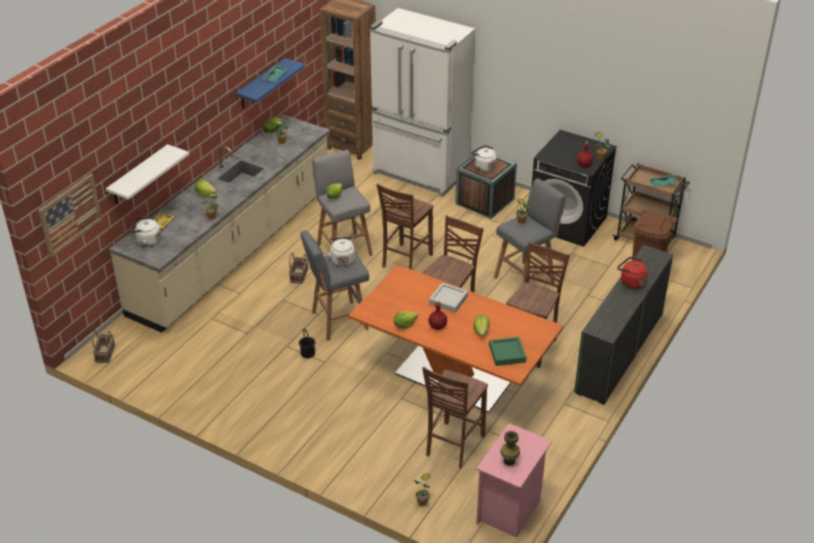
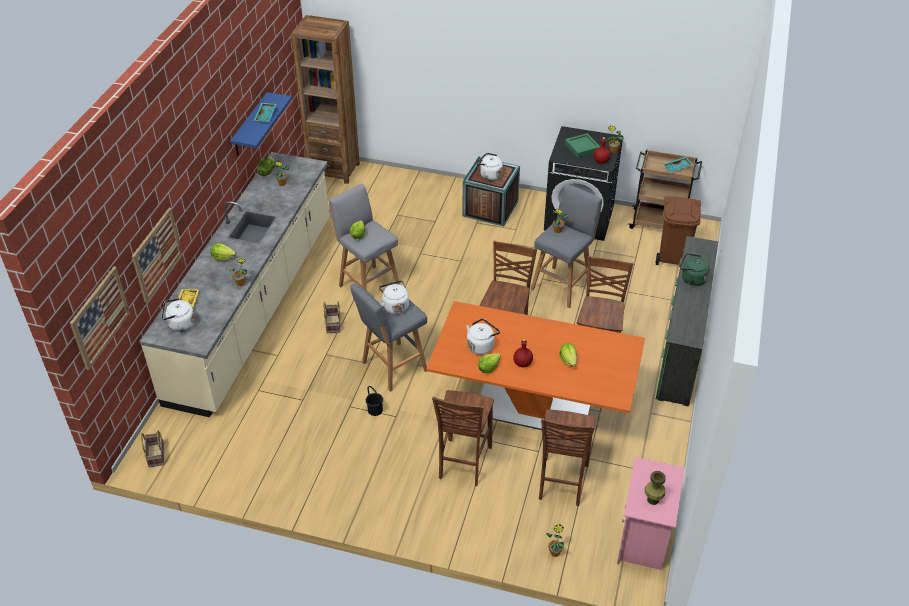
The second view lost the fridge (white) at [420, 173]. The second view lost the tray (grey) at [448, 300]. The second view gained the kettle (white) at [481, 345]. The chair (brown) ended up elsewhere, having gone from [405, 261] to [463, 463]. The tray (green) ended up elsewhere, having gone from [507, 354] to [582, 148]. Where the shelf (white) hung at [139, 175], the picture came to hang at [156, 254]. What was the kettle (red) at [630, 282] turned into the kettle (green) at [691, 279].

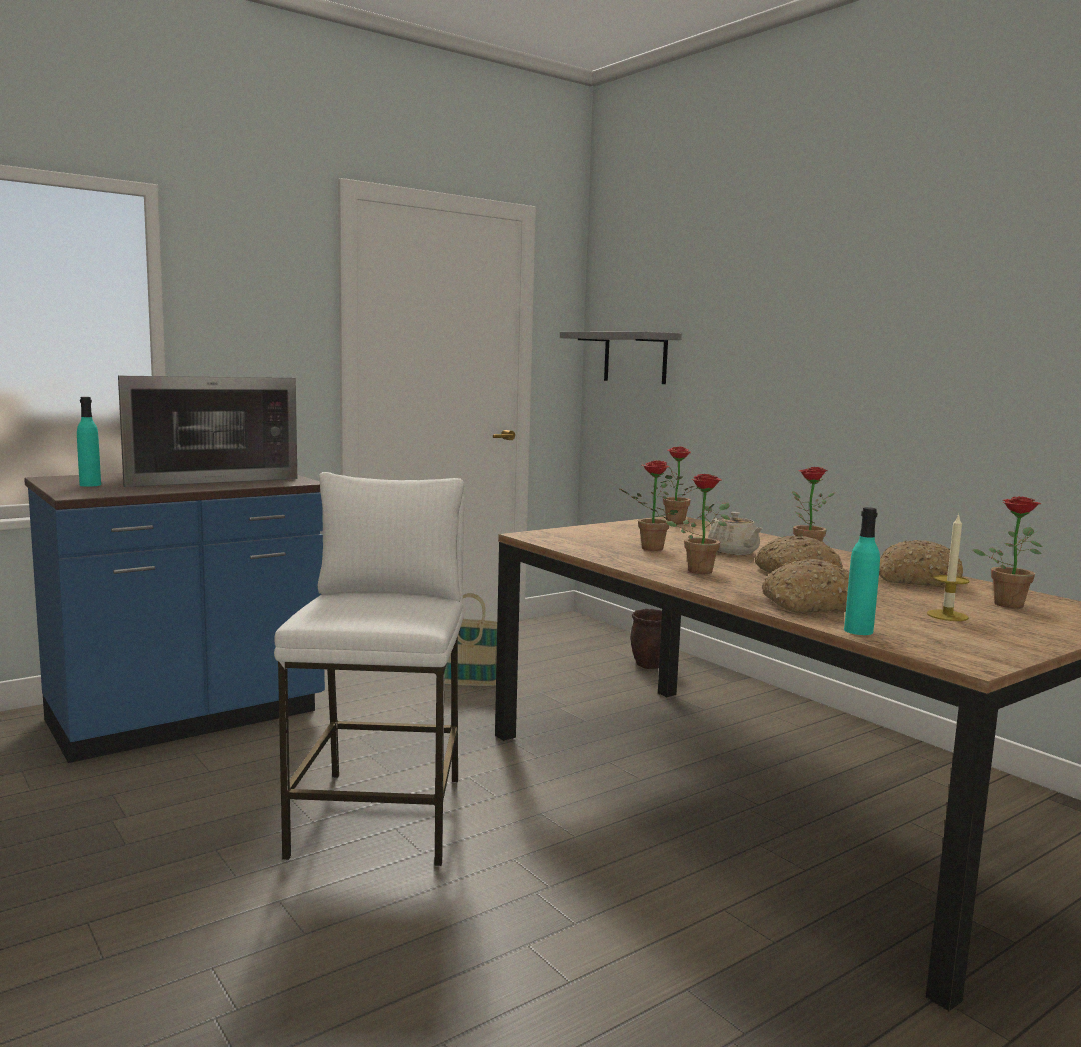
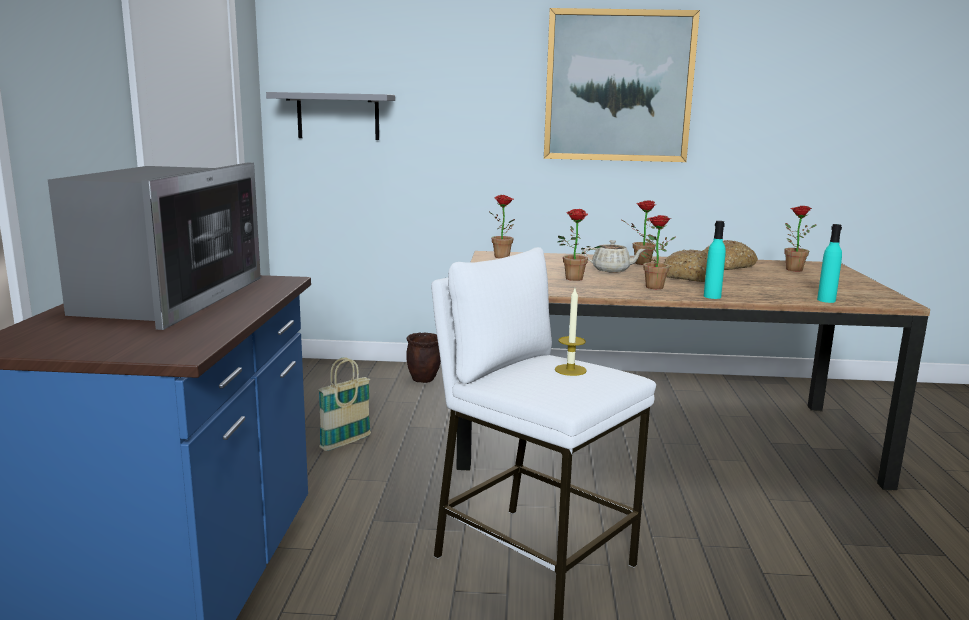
The second view lost the bread at [810, 604]. The second view gained the picture at [618, 86]. The bottle (turquoise) ended up elsewhere, having gone from [90, 485] to [712, 296]. The candle ended up elsewhere, having gone from [947, 615] to [570, 370].

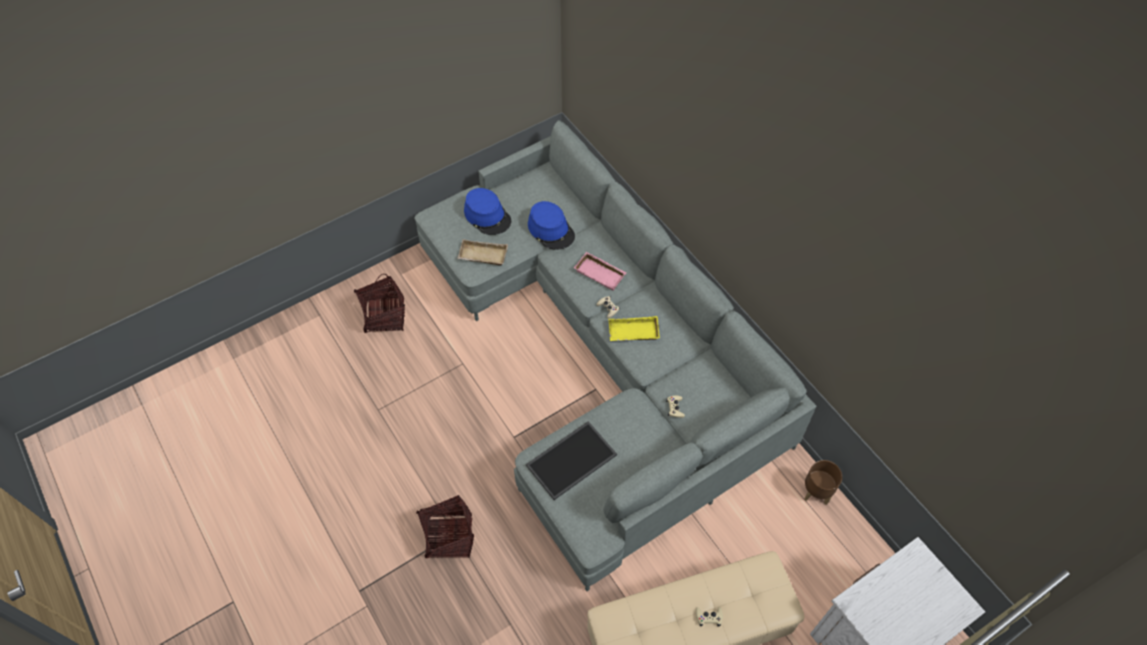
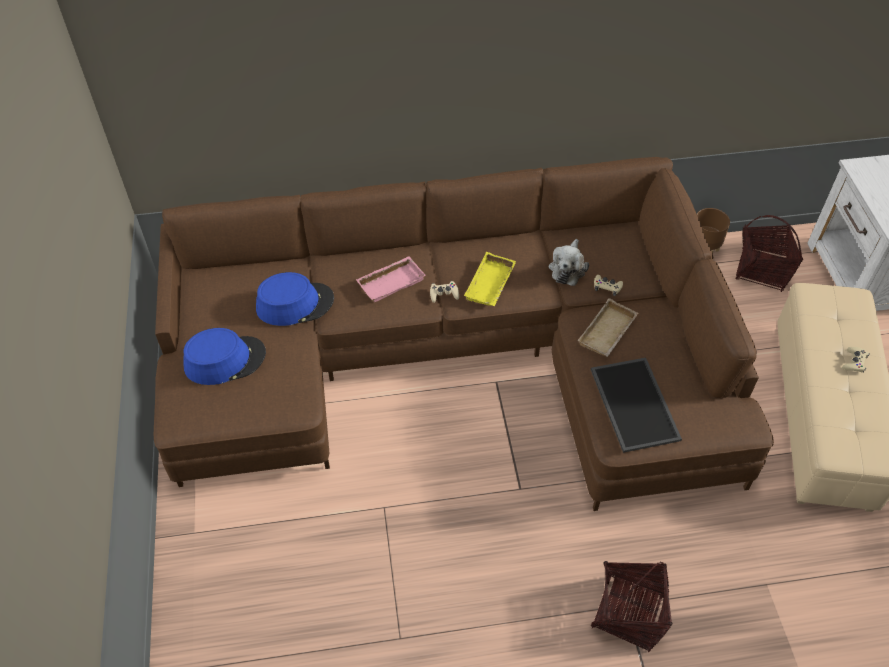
The second view gained the plush toy at [567, 268]. The basket ended up elsewhere, having gone from [384, 316] to [762, 270]. The tray (beige) ended up elsewhere, having gone from [482, 256] to [608, 333]. What was the sofa (grey) at [603, 356] turned into the sofa (brown) at [457, 357].

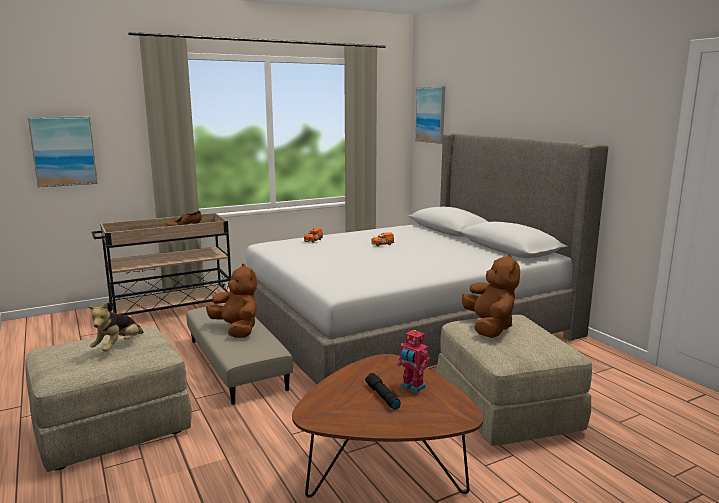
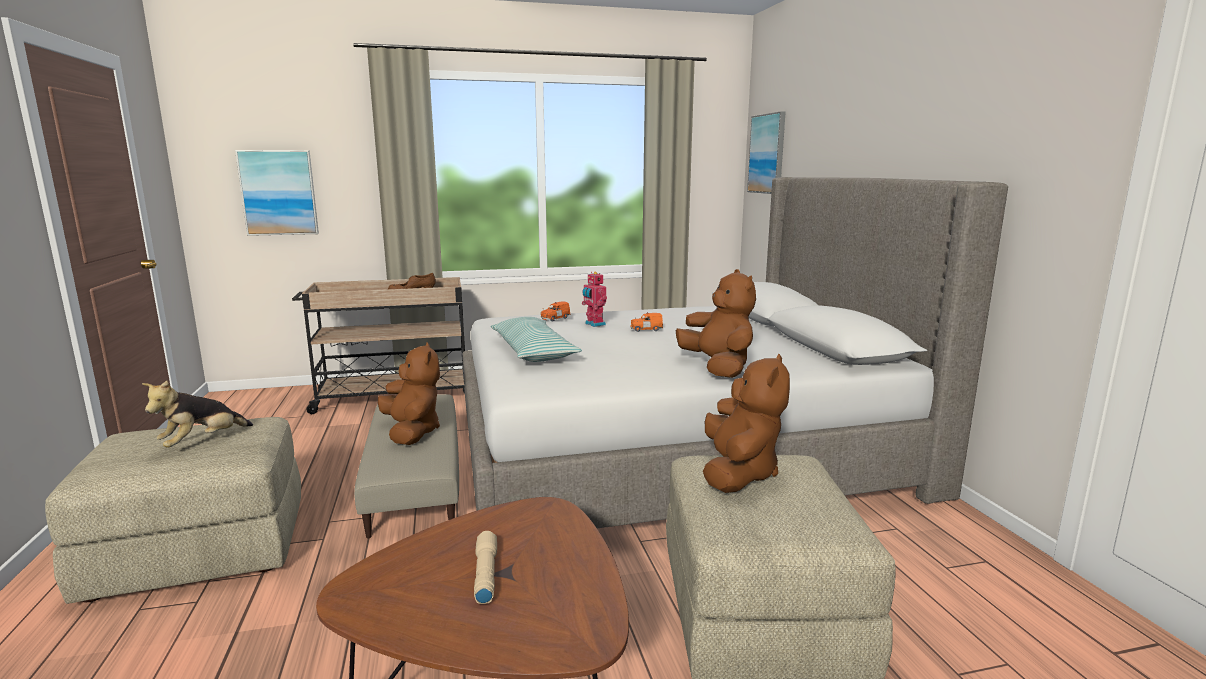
The second view gained the pillow at [533, 352]. The second view gained the plush toy (brown) at [718, 368]. The toy robot ended up elsewhere, having gone from [412, 387] to [594, 324]. What was the flashlight (black) at [382, 396] turned into the flashlight (beige) at [485, 574].

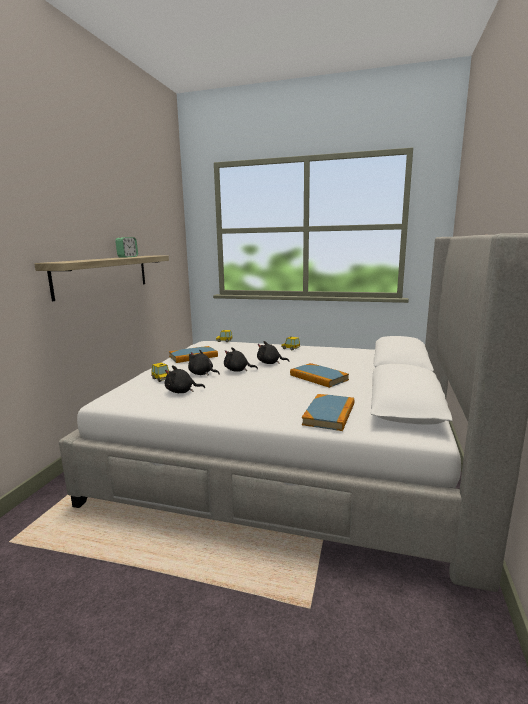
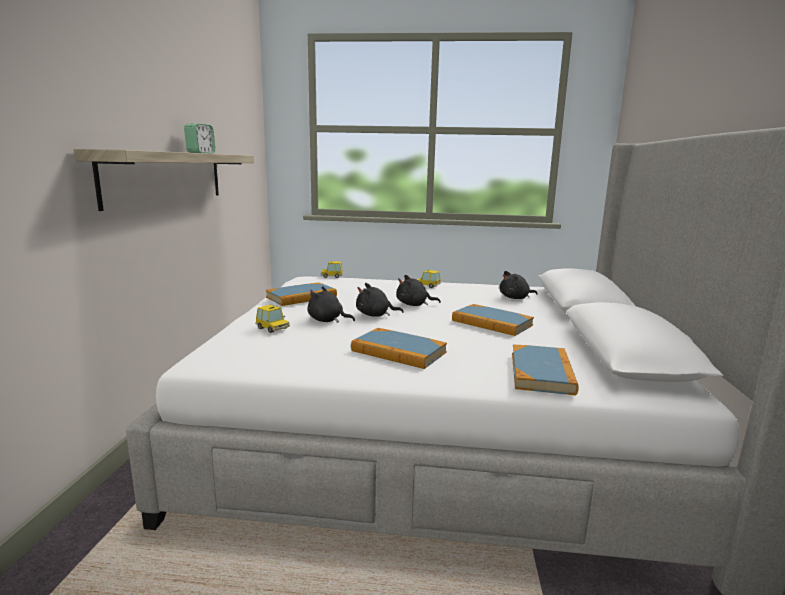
The second view gained the book at [398, 352]. The plush toy (black) ended up elsewhere, having gone from [182, 391] to [515, 298].

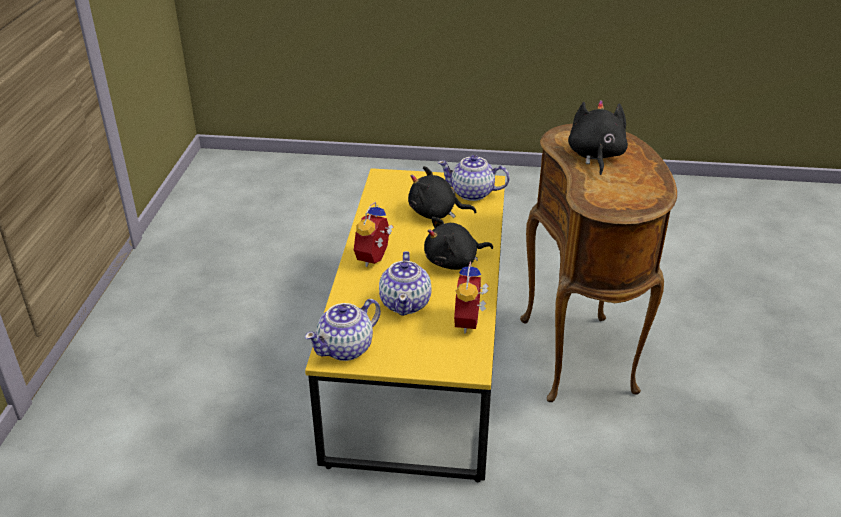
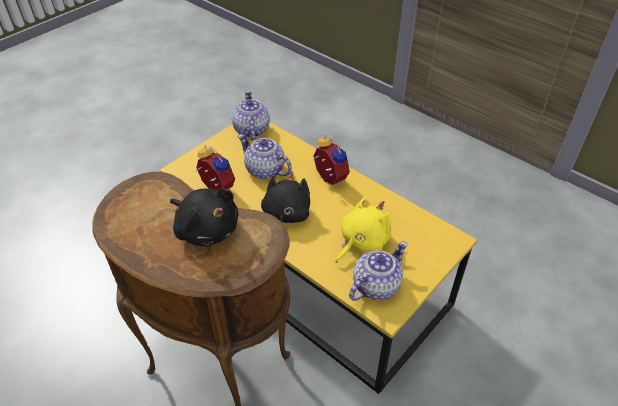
What was the plush toy (black) at [436, 213] turned into the plush toy (yellow) at [362, 242].

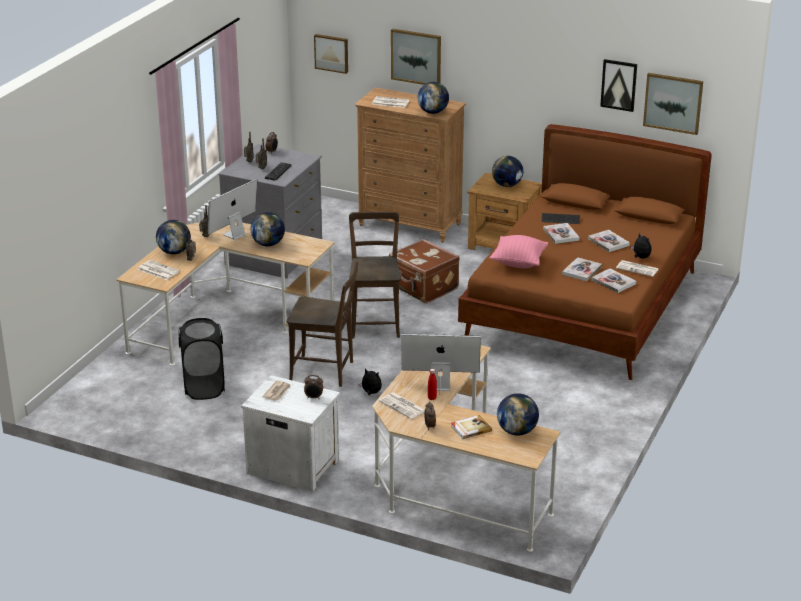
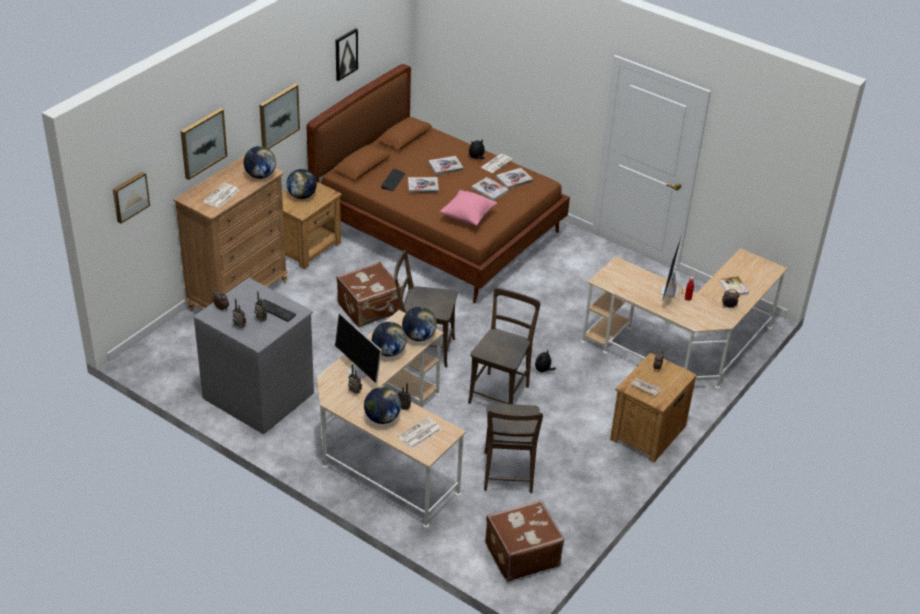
The second view lost the newspaper at [403, 406]. The second view gained the suitcase (brown) at [521, 554]. The globe ended up elsewhere, having gone from [517, 431] to [418, 337]. The picture ended up elsewhere, having gone from [673, 103] to [278, 116]. Where the laundry basket (black) stood at [204, 388], the chair (brown) came to stand at [508, 475]. What was the nightstand (white) at [292, 466] turned into the nightstand (brown) at [646, 433].

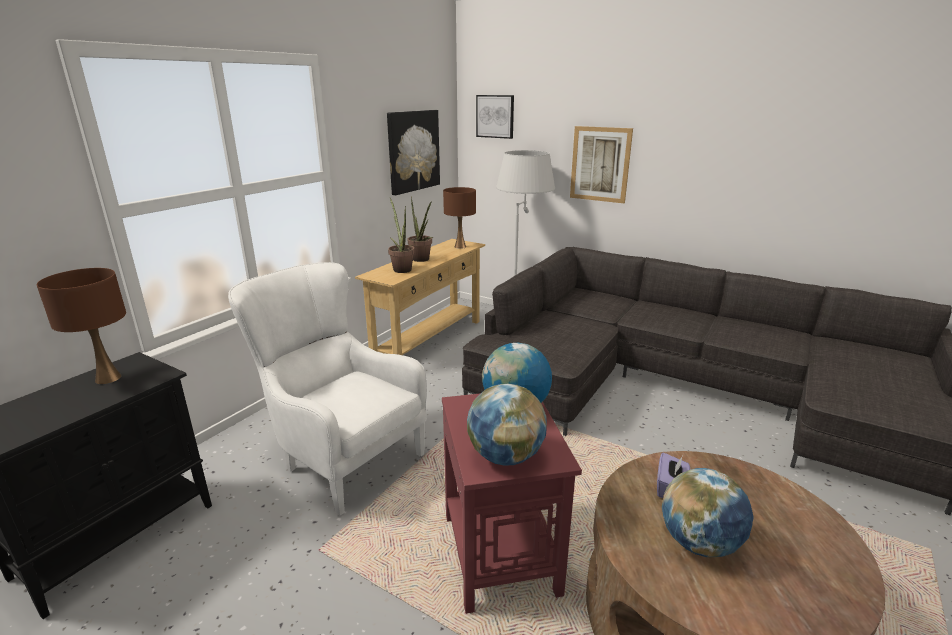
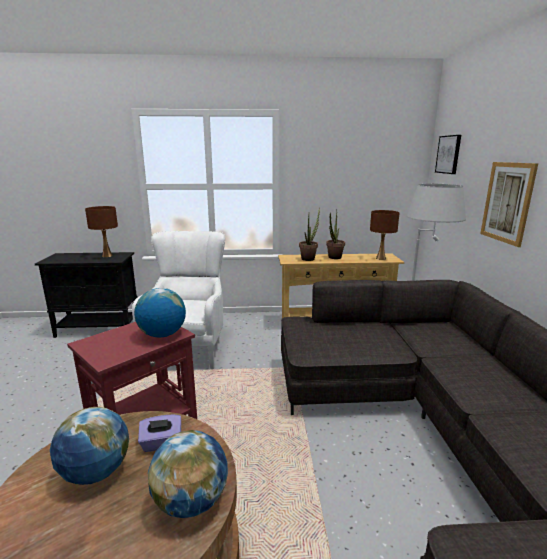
The second view lost the picture at [413, 151]. The globe ended up elsewhere, having gone from [505, 456] to [191, 501].

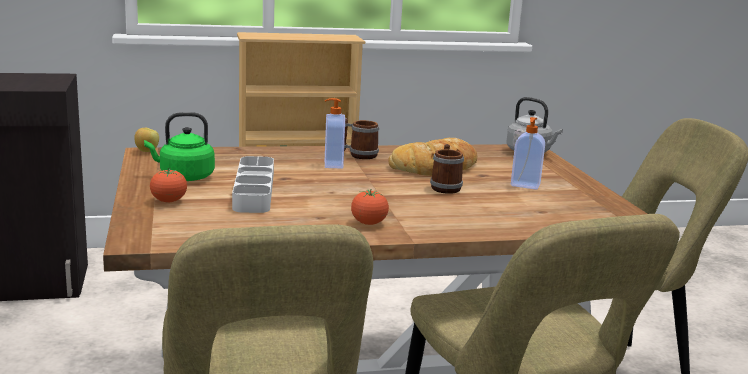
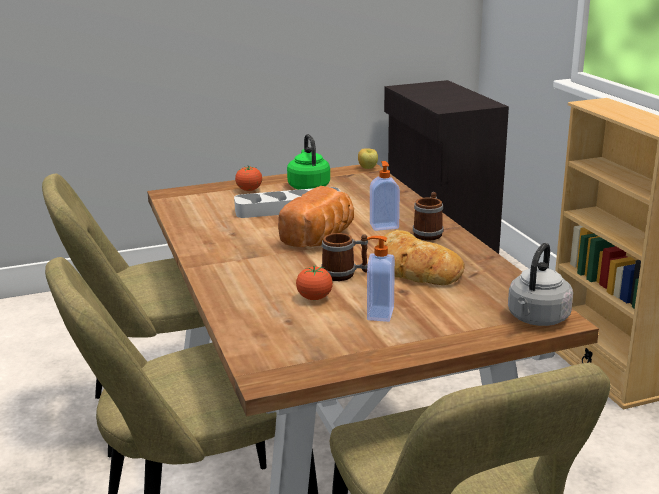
The second view gained the bread at [321, 238]. The tomato ended up elsewhere, having gone from [369, 223] to [314, 298].

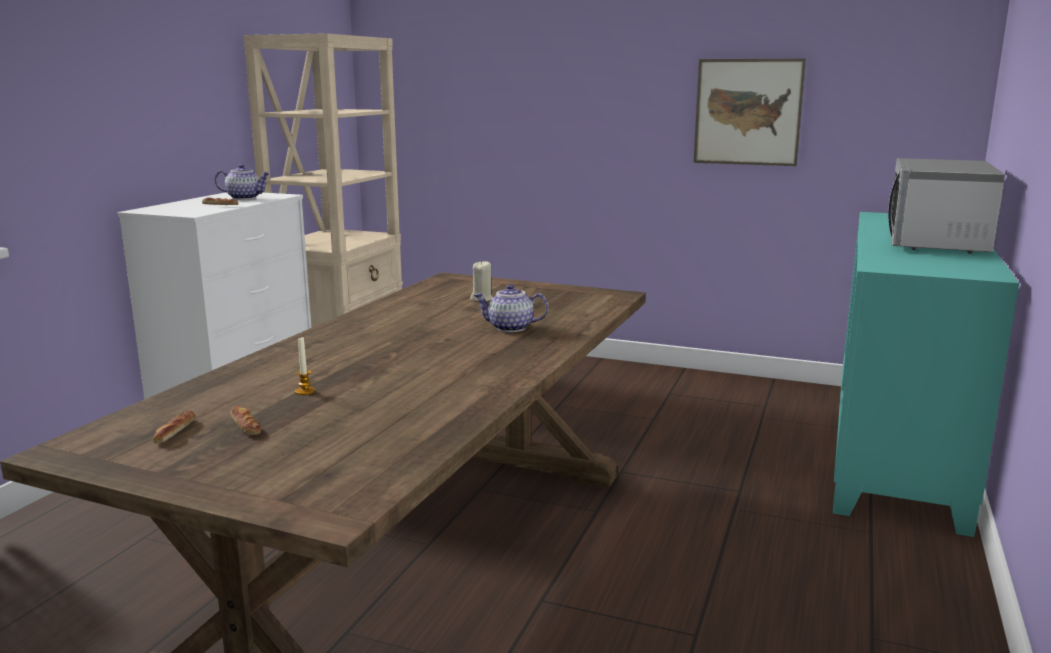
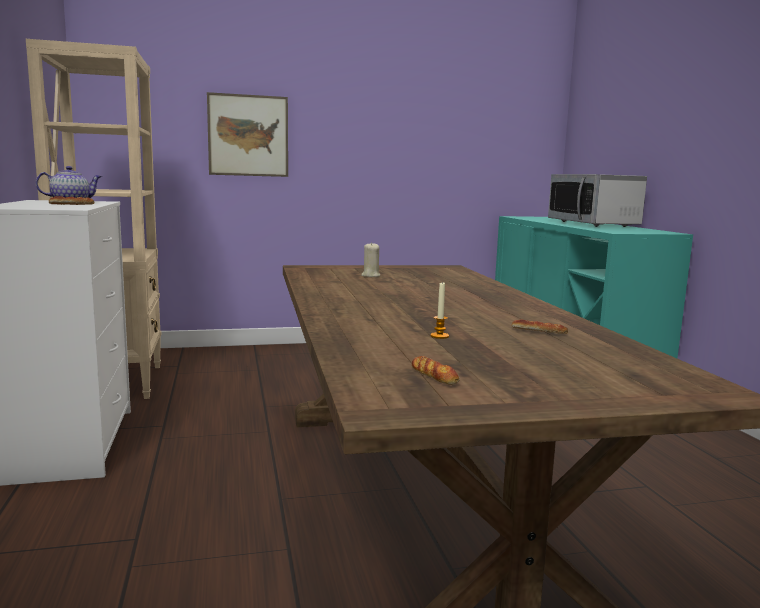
The second view lost the teapot at [510, 328]. The bread ended up elsewhere, having gone from [245, 426] to [538, 332]. The picture ended up elsewhere, having gone from [748, 112] to [248, 135].

